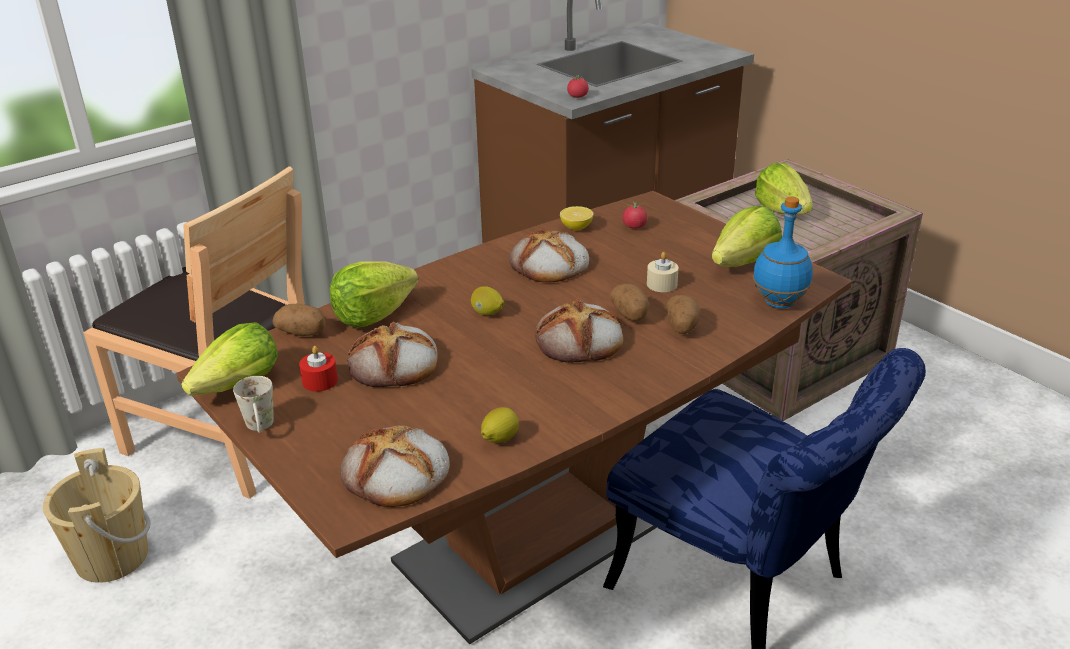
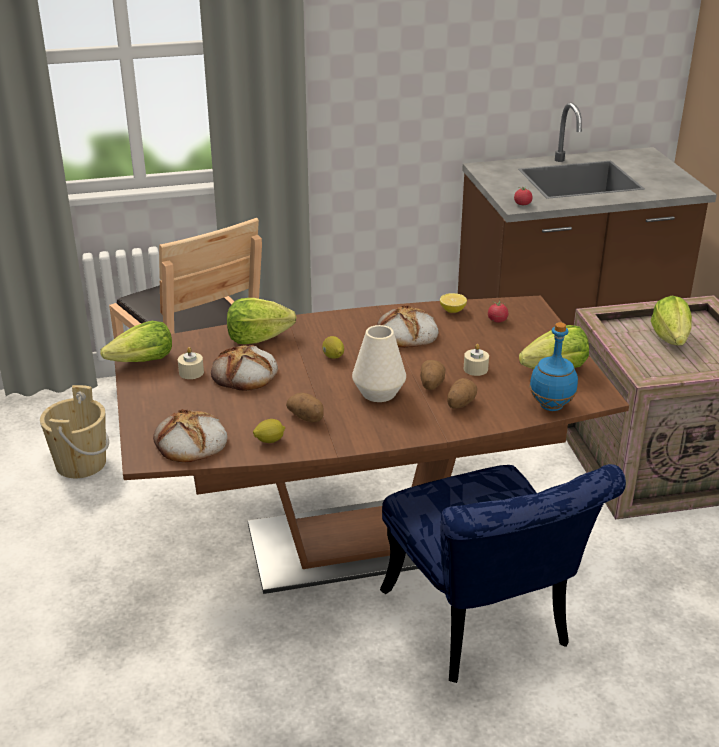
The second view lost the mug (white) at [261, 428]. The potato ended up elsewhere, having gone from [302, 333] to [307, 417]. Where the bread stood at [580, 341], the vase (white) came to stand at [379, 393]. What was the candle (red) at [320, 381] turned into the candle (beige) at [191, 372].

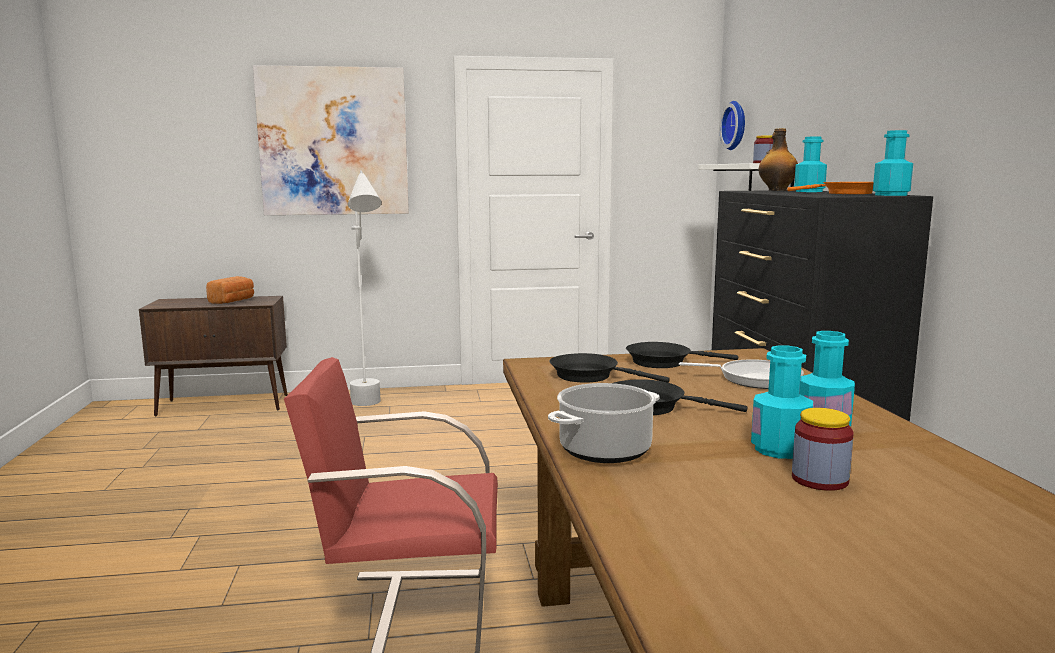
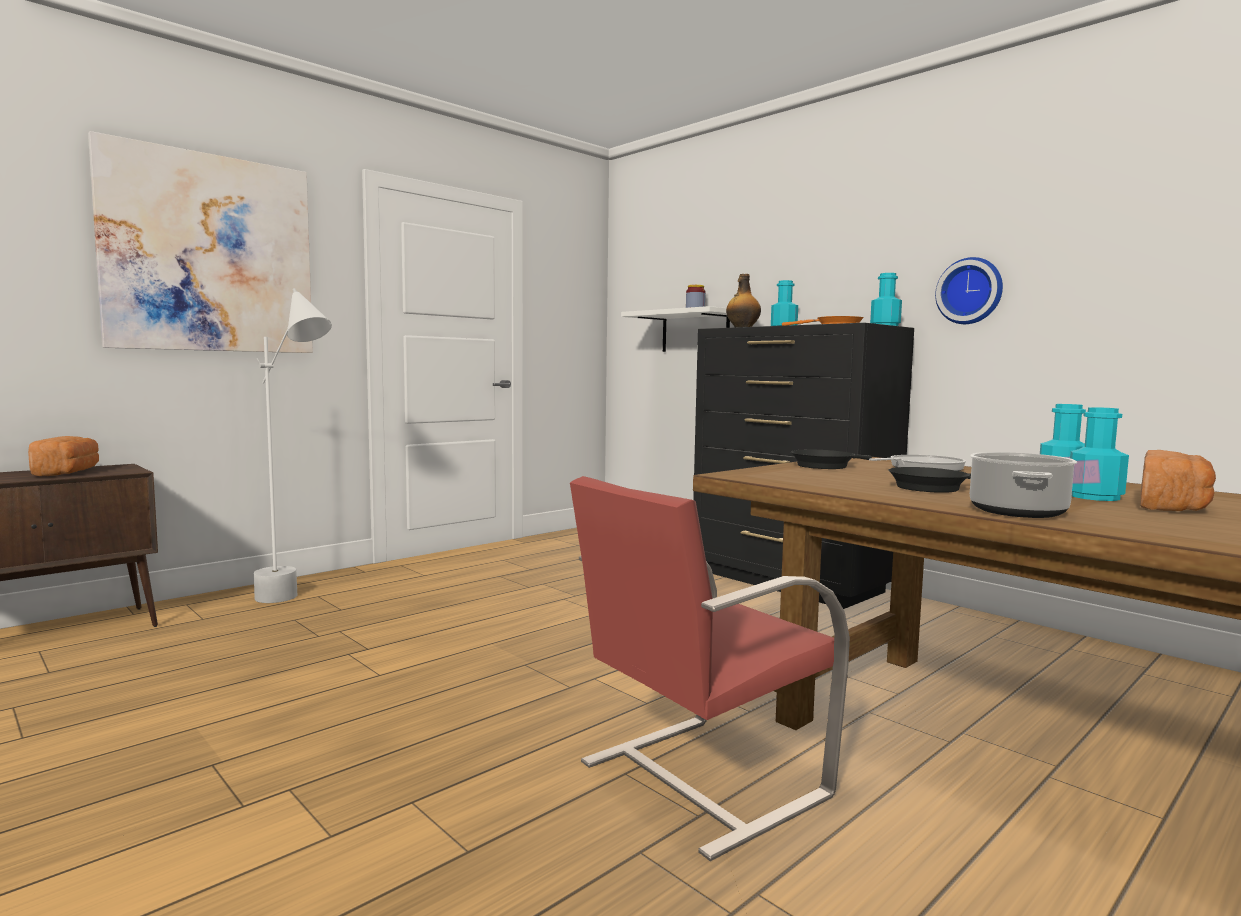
The second view lost the frying pan (black) at [590, 376]. The wall clock ended up elsewhere, having gone from [736, 125] to [970, 291]. Where the jar stood at [819, 480], the bread came to stand at [1174, 506].

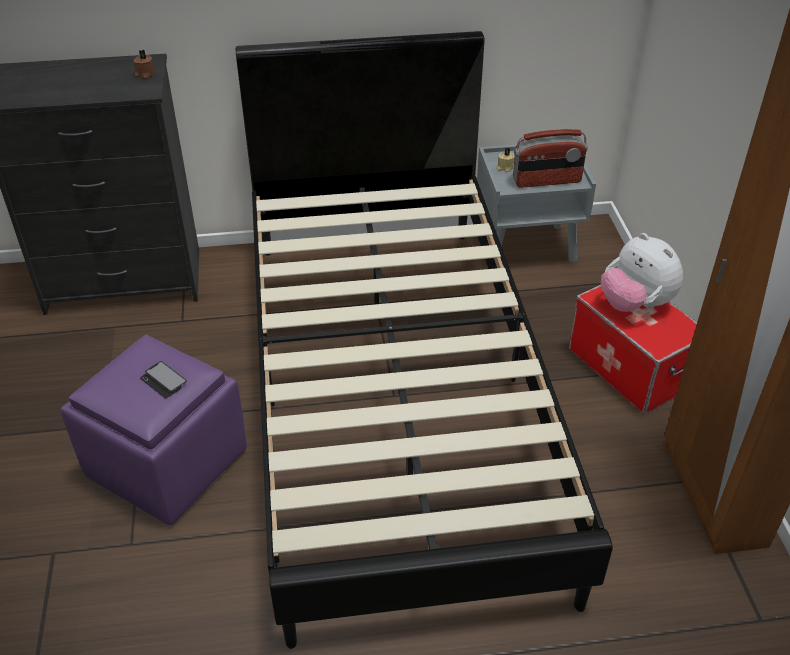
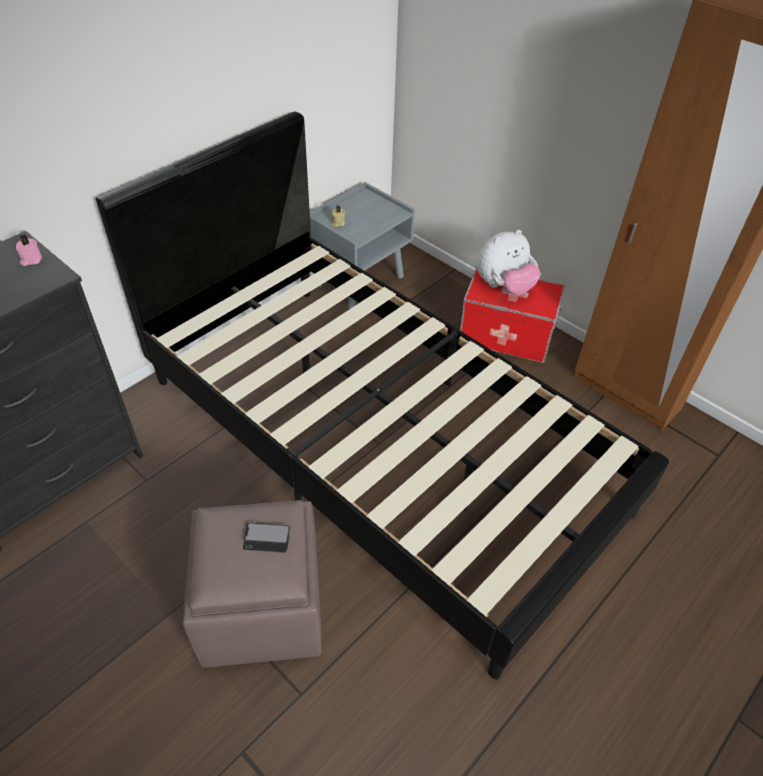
The second view lost the radio at [547, 181]. What was the ottoman (purple) at [167, 462] turned into the ottoman (brown) at [260, 607]. What was the candle (brown) at [145, 74] turned into the candle (pink) at [31, 259]. The plush toy at [635, 304] ended up facing another way, 45 degrees counterclockwise from before.

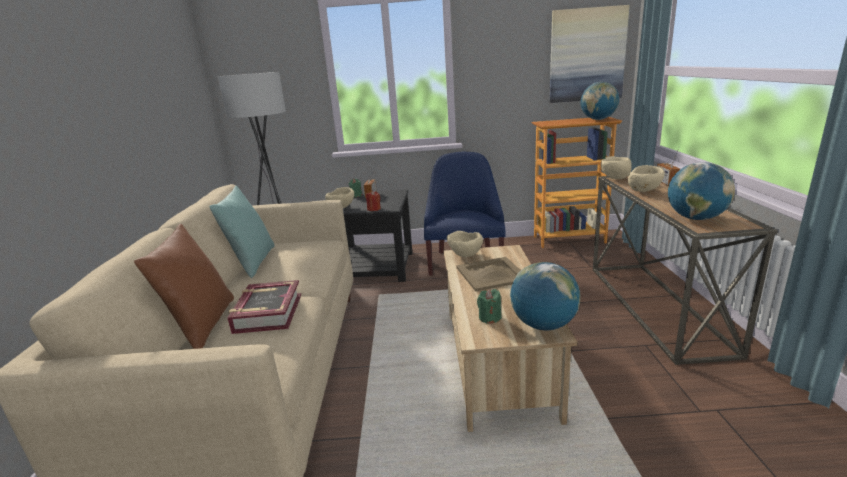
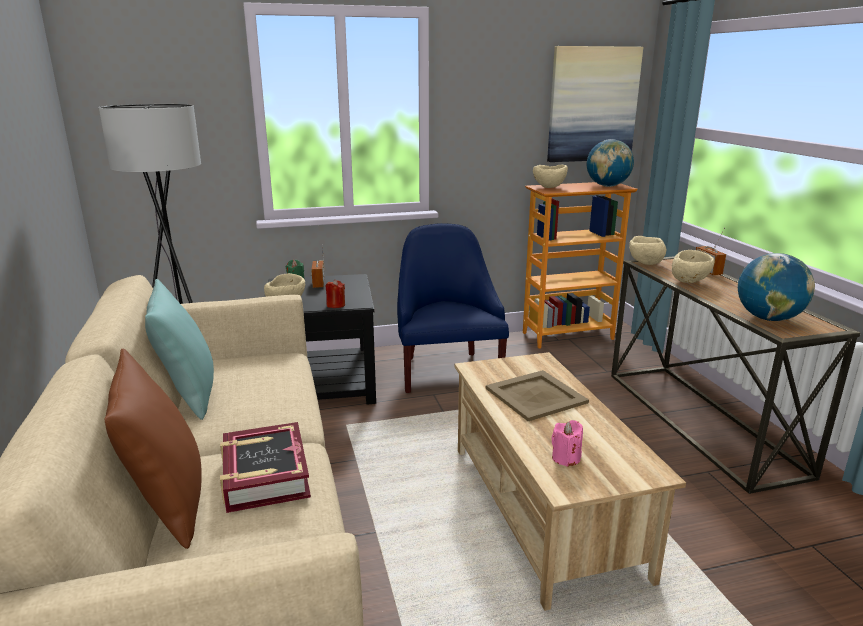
The second view lost the globe at [543, 325]. The bowl (beige) ended up elsewhere, having gone from [465, 256] to [548, 188]. What was the candle (green) at [489, 318] turned into the candle (pink) at [566, 458].

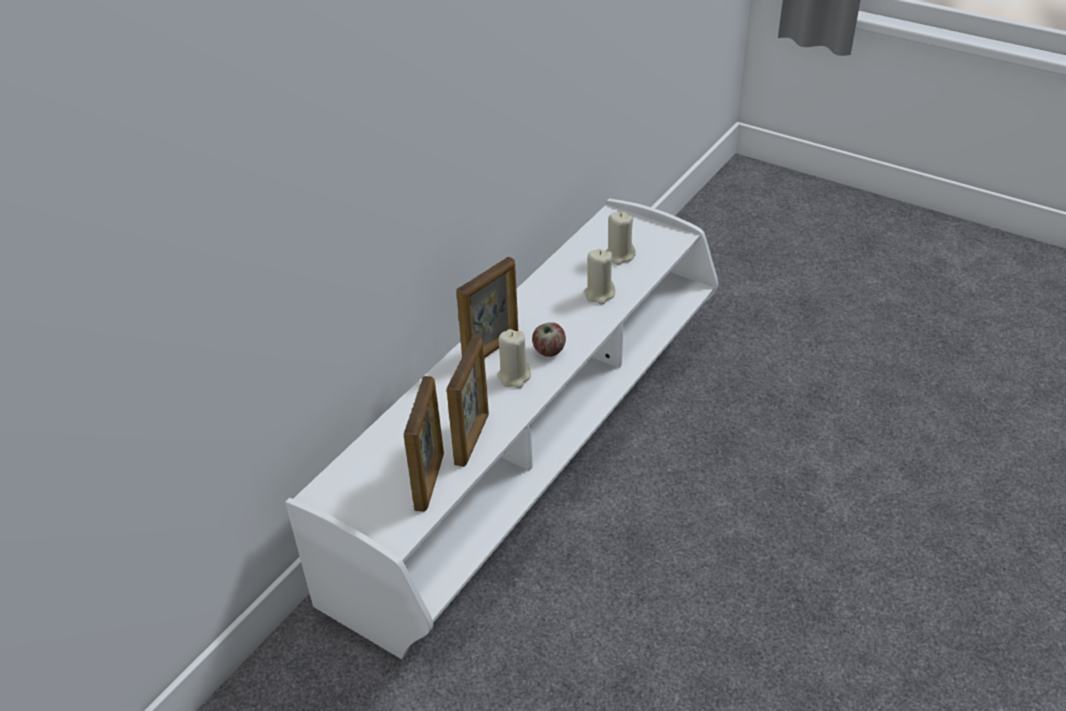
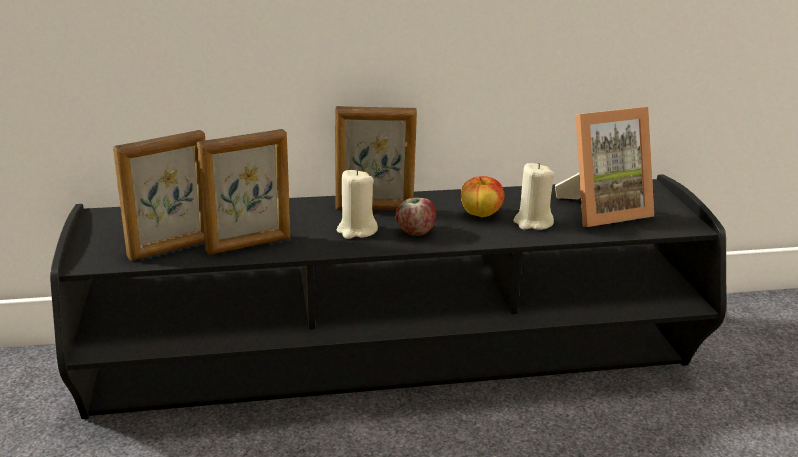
The second view gained the apple at [481, 214]. Where the candle (beige) stood at [619, 256], the picture frame came to stand at [602, 210]. What was the tv stand (white) at [536, 456] turned into the tv stand (black) at [397, 368].

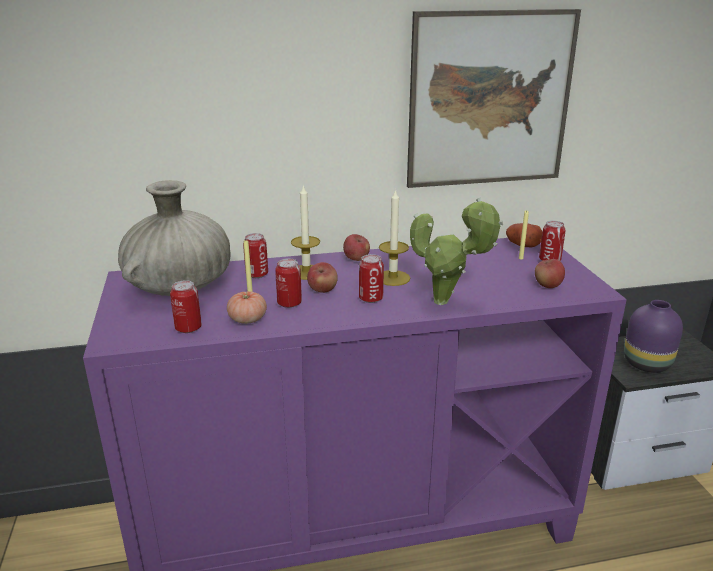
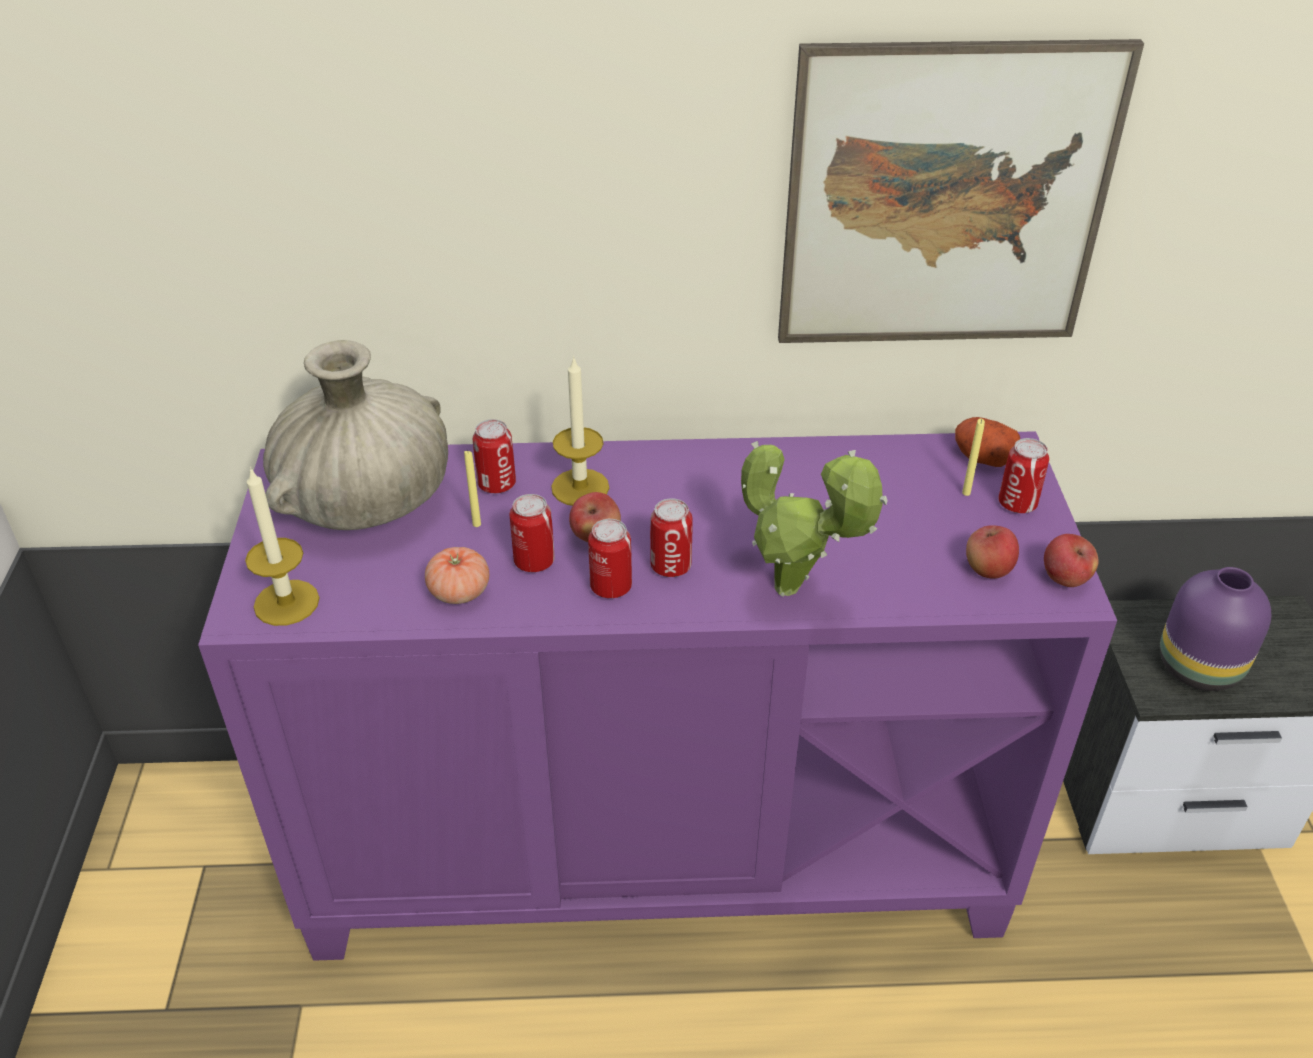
The can ended up elsewhere, having gone from [188, 328] to [611, 587]. The apple ended up elsewhere, having gone from [356, 259] to [1064, 579]. The candle ended up elsewhere, having gone from [393, 278] to [286, 602].

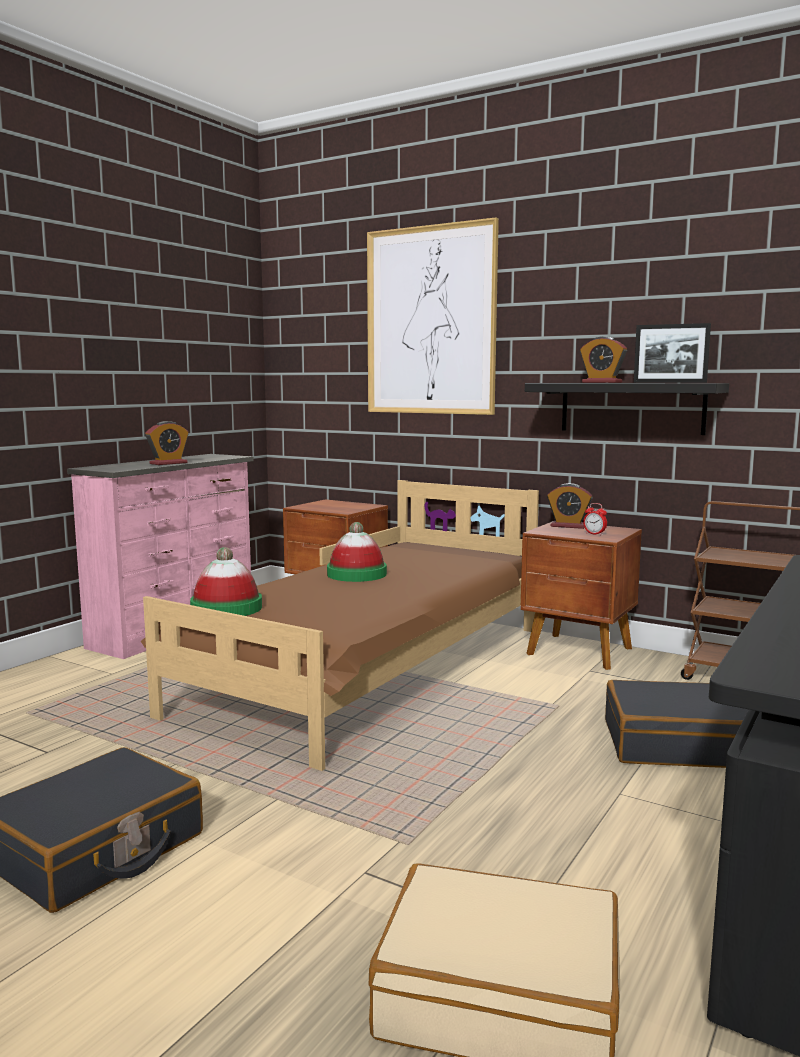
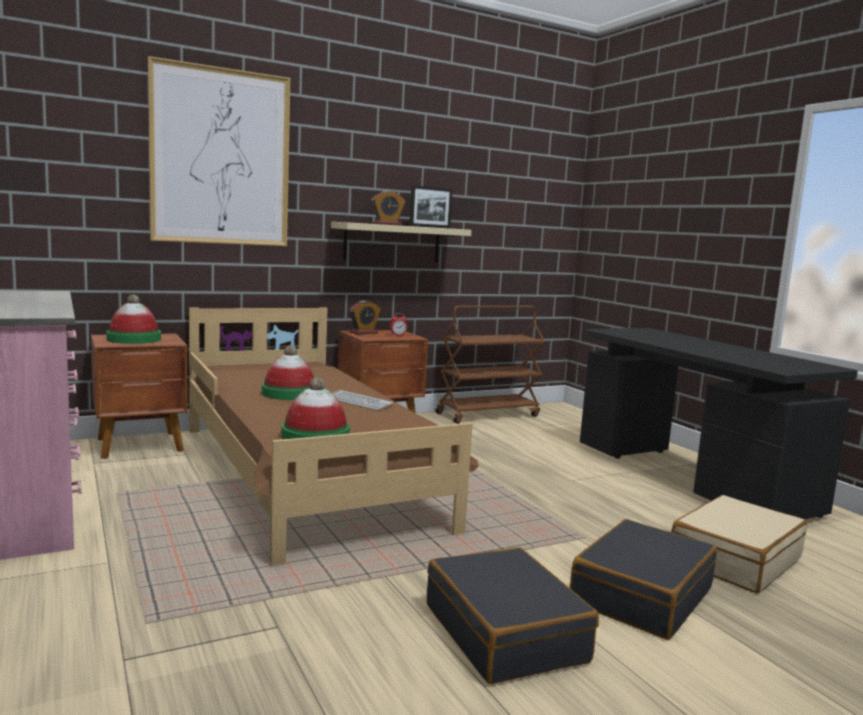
The second view lost the alarm clock at [168, 463]. The second view gained the hat at [134, 339]. The second view gained the keyboard at [358, 401]. The suitcase (black) ended up elsewhere, having gone from [678, 744] to [641, 595]. What was the shelf (black) at [631, 408] turned into the shelf (beige) at [392, 243].

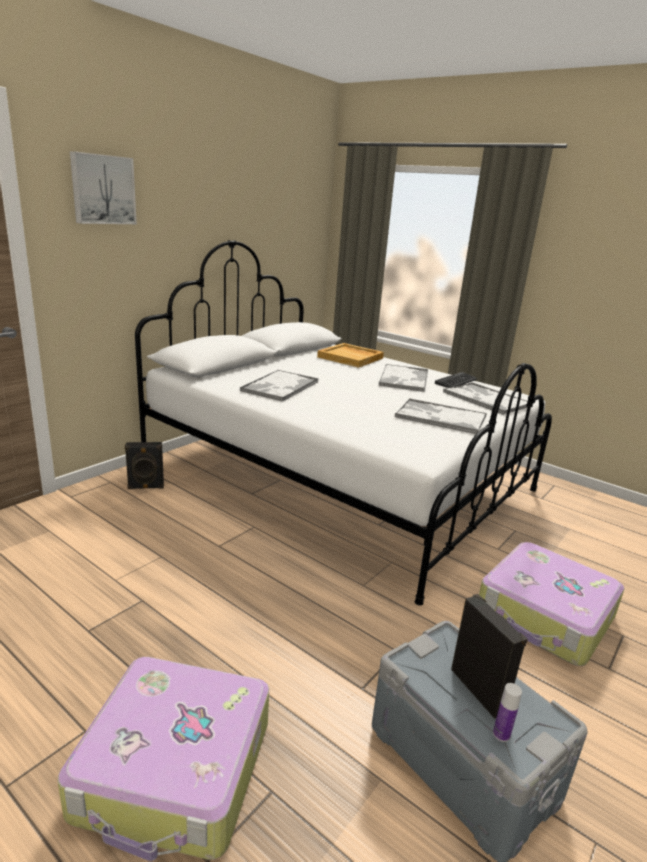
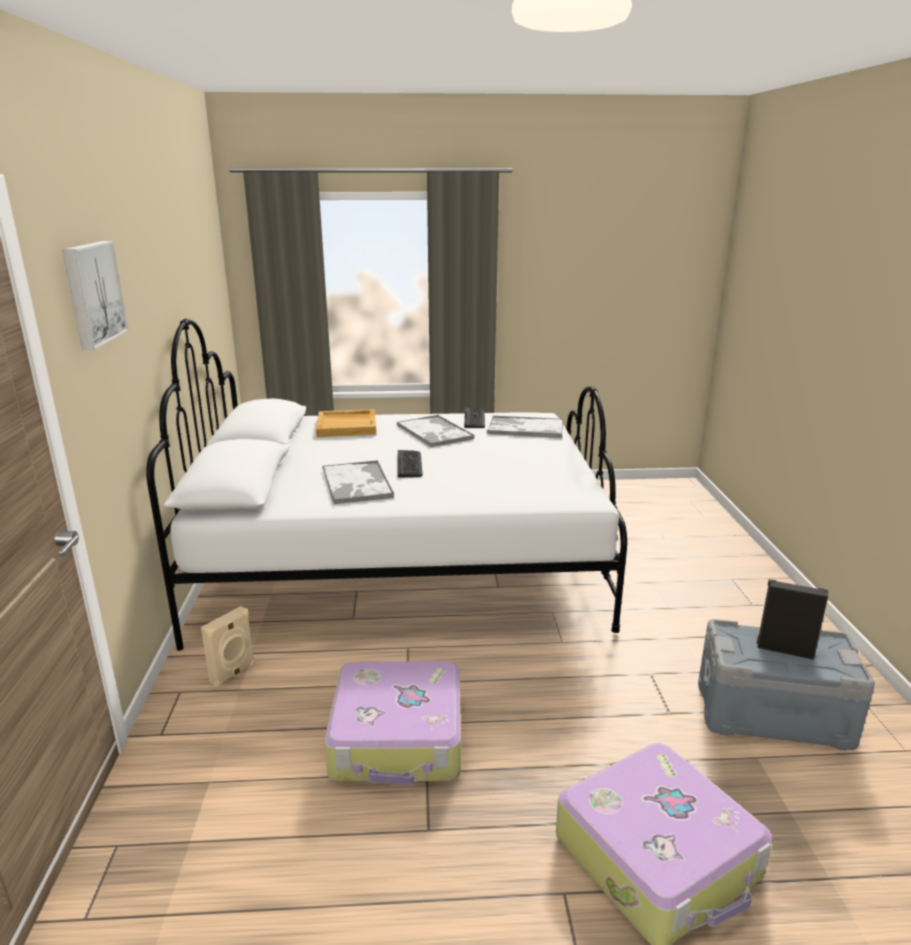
The second view lost the tray at [440, 417]. The second view lost the bottle at [501, 734]. The second view gained the keyboard at [409, 464]. The suitcase ended up elsewhere, having gone from [545, 616] to [398, 738]. What was the speaker (black) at [146, 487] turned into the speaker (beige) at [233, 673].

